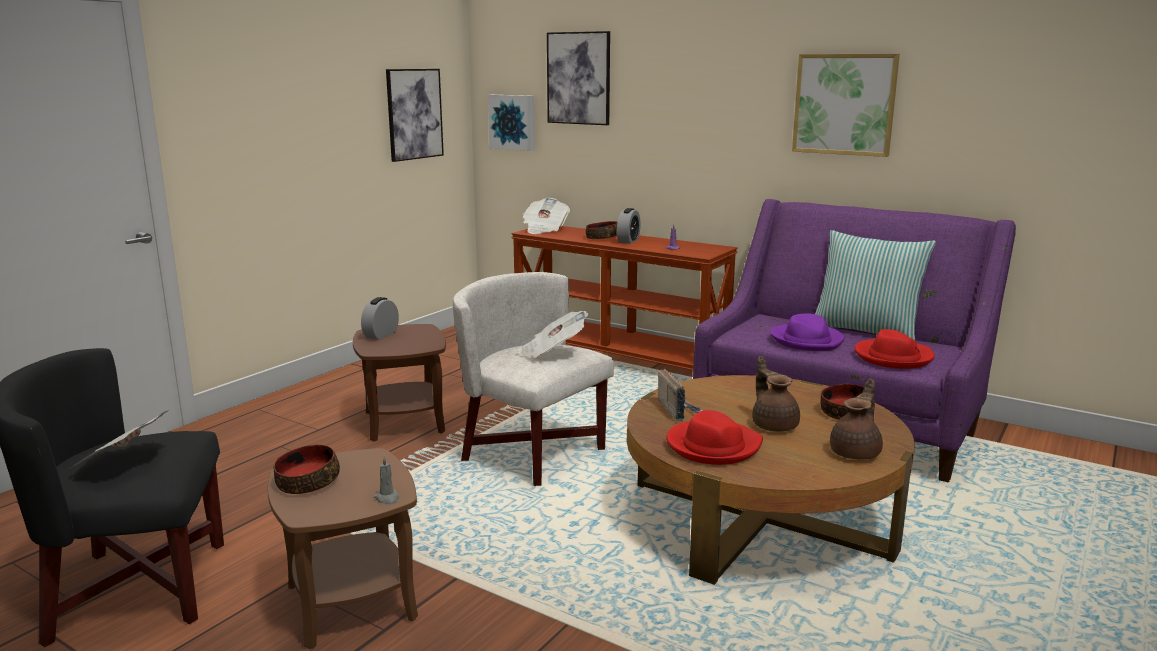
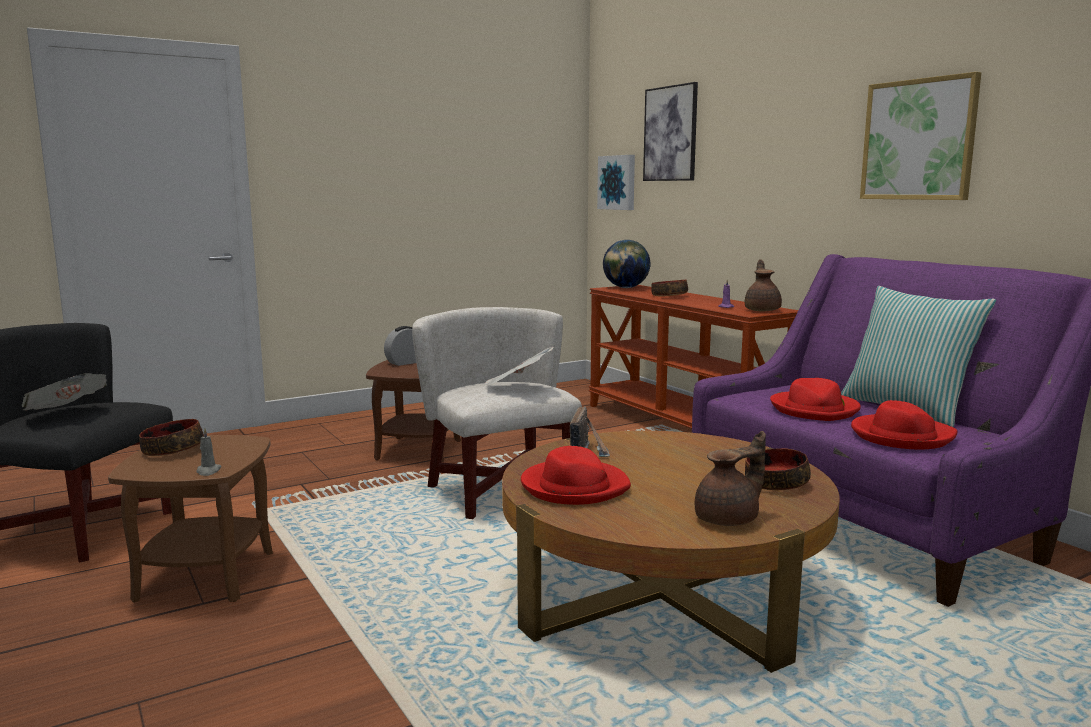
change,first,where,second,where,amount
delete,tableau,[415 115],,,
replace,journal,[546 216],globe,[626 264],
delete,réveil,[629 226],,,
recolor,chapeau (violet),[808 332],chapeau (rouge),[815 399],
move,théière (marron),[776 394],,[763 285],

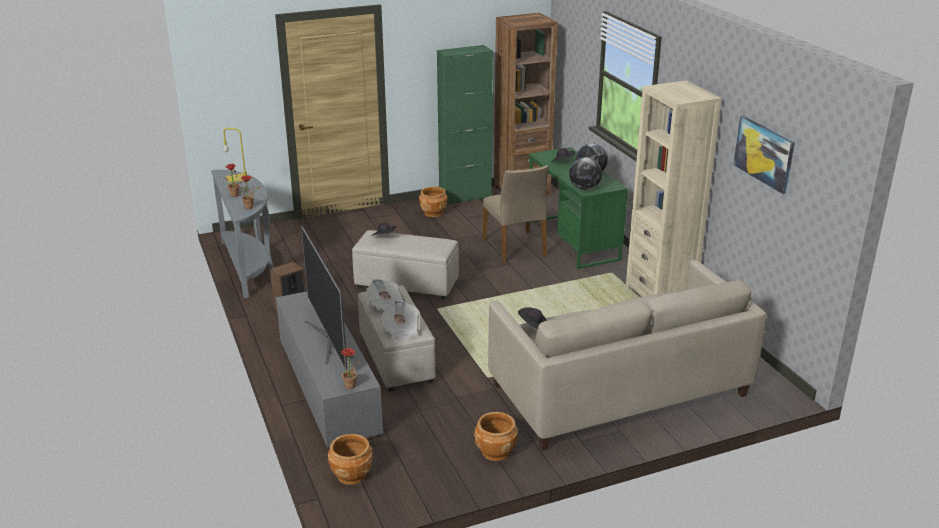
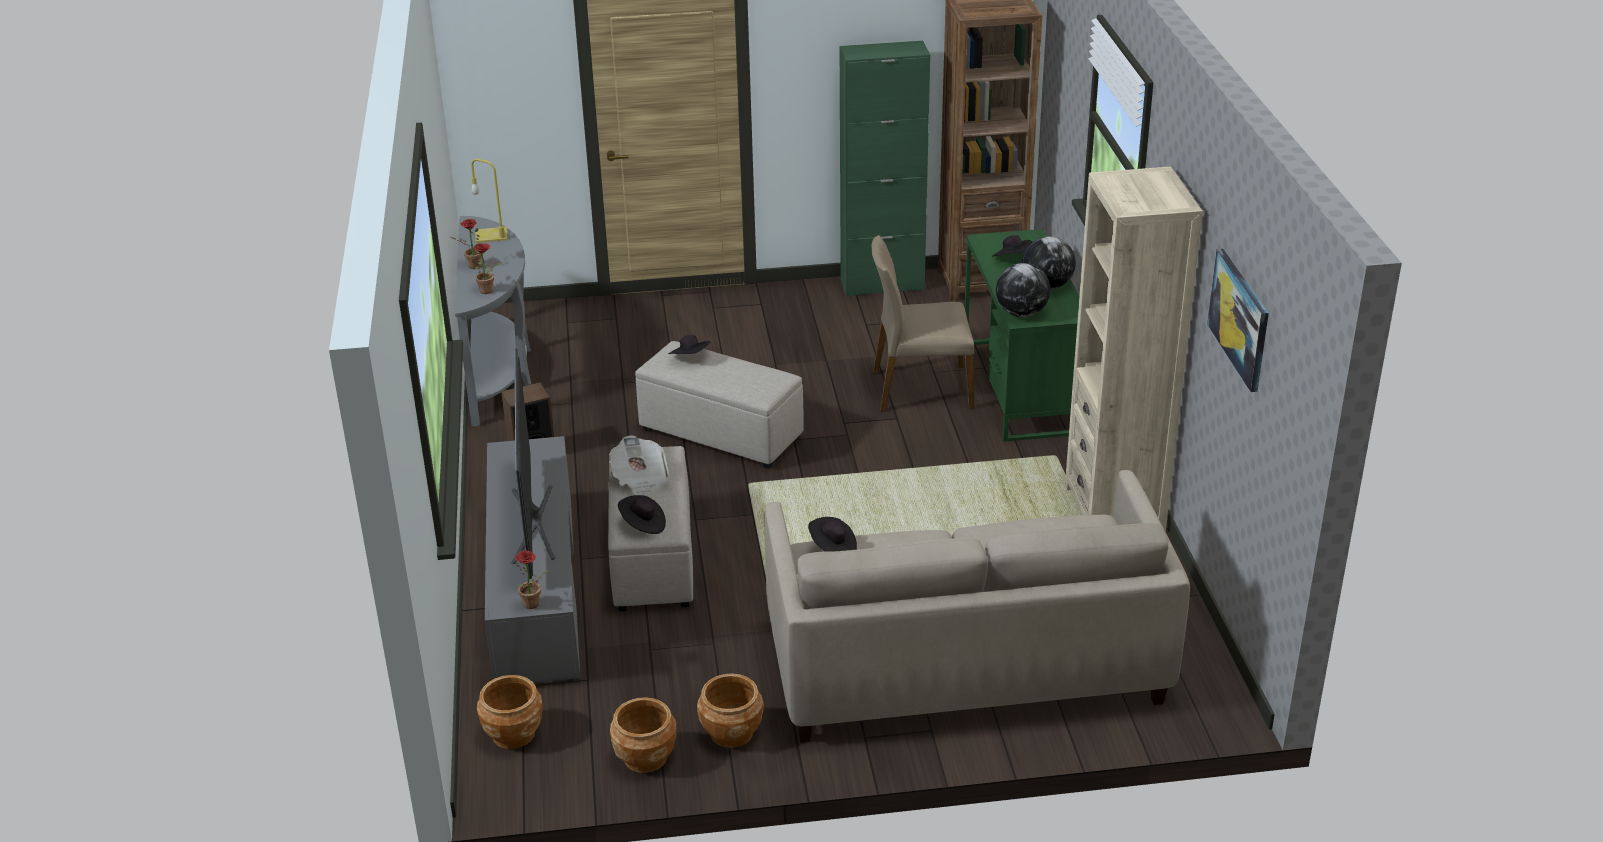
change,first,where,second,where,amount
rotate,chaise (beige),[515 214],,[923 323],90 degrees clockwise
move,cache-pot (marron),[433 202],,[643 735],
replace,journal,[400 321],chapeau (noir),[642 514],

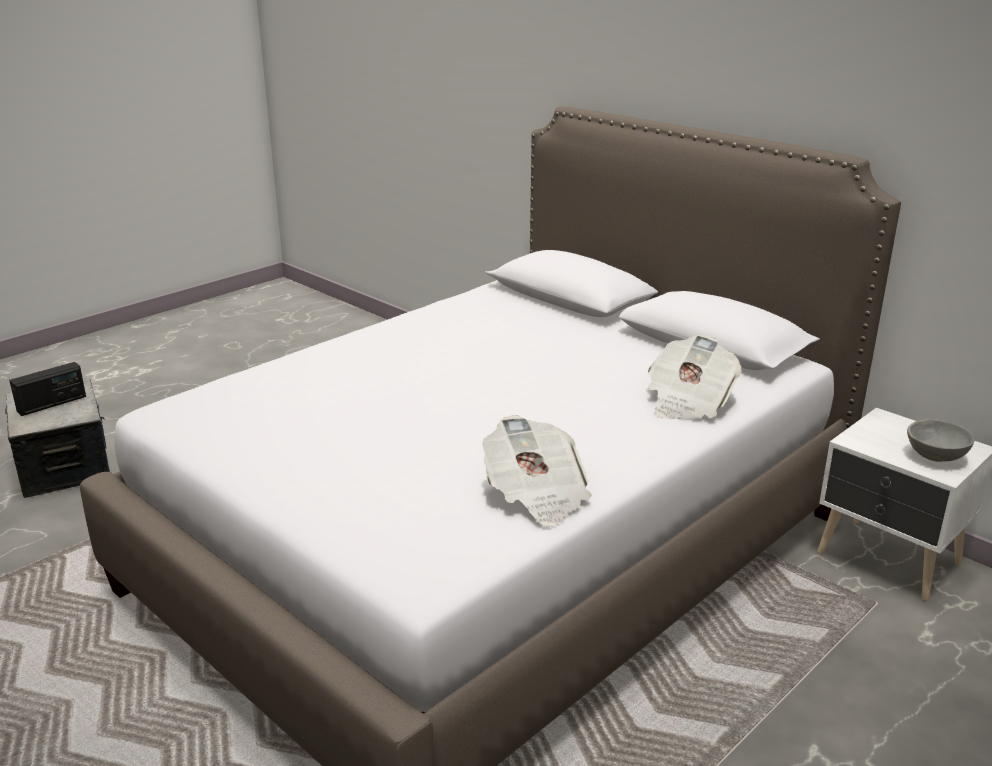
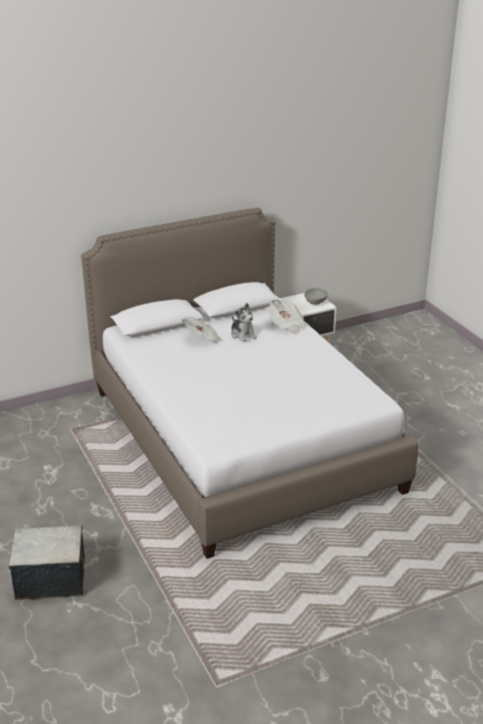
change,first,where,second,where,amount
delete,radio,[47 389],,,
move,journal,[537 471],,[202 329],
insert,,,peluche,[244 322],

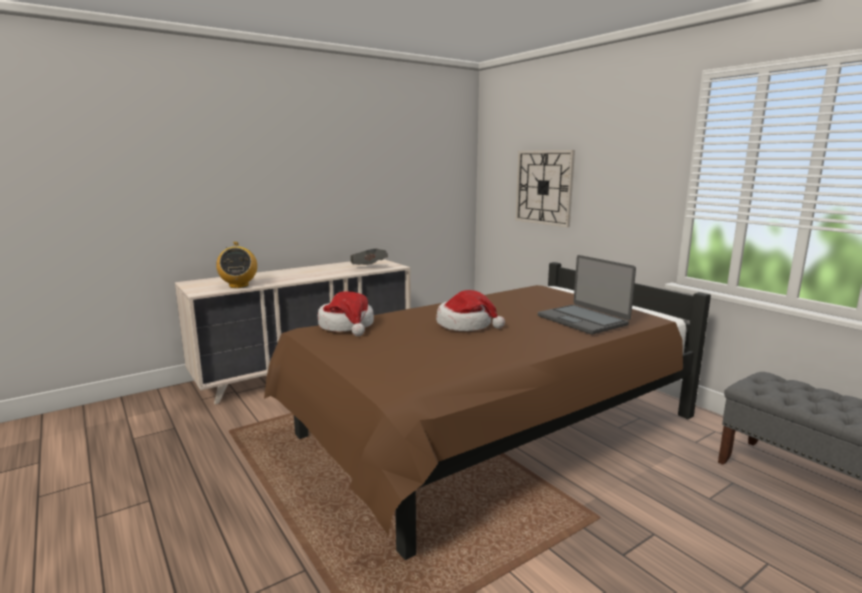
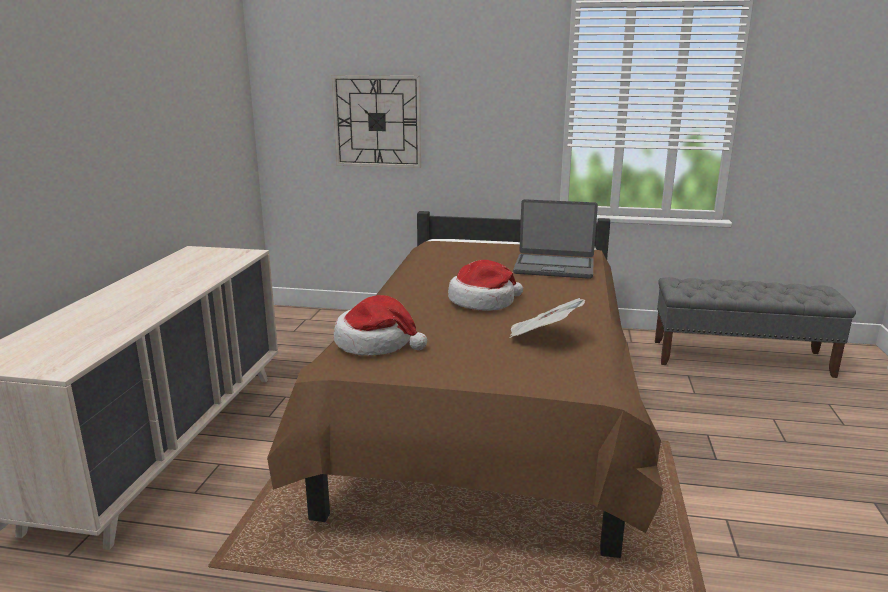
change,first,where,second,where,amount
delete,radio,[236 265],,,
move,journal,[369 257],,[547 318],

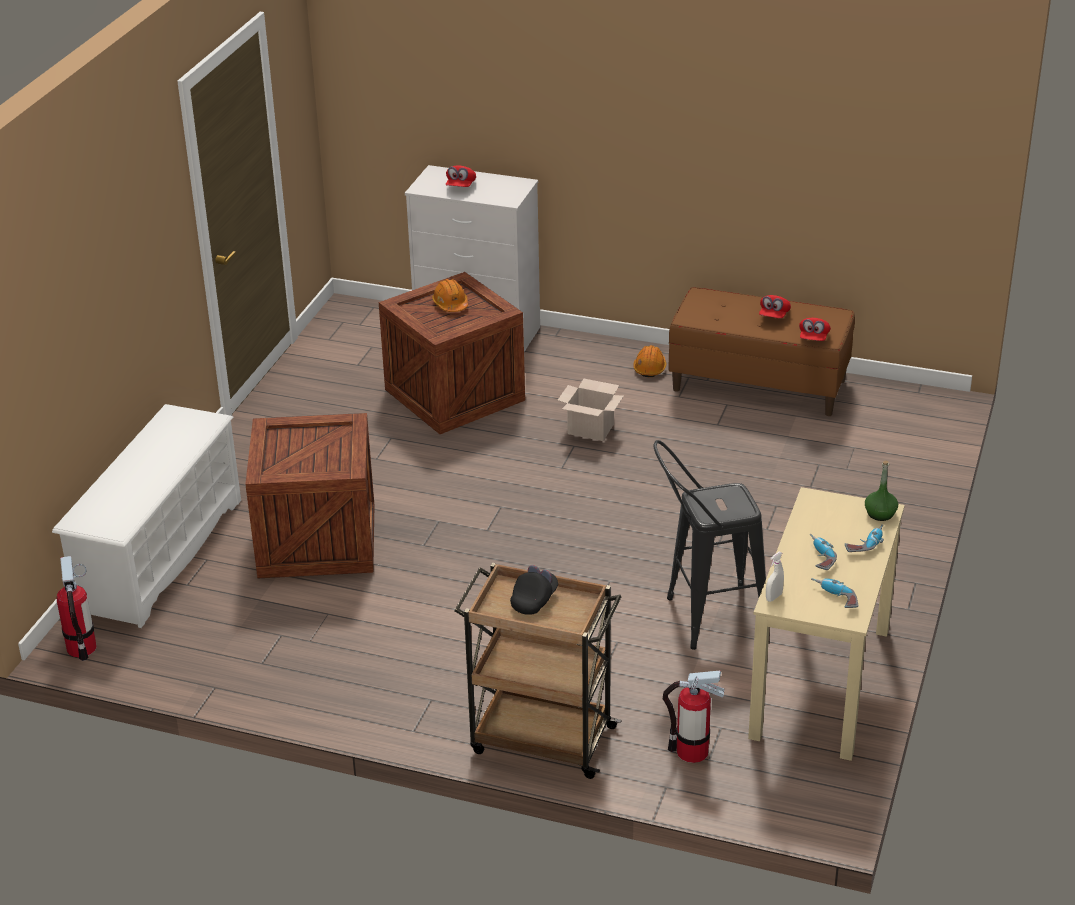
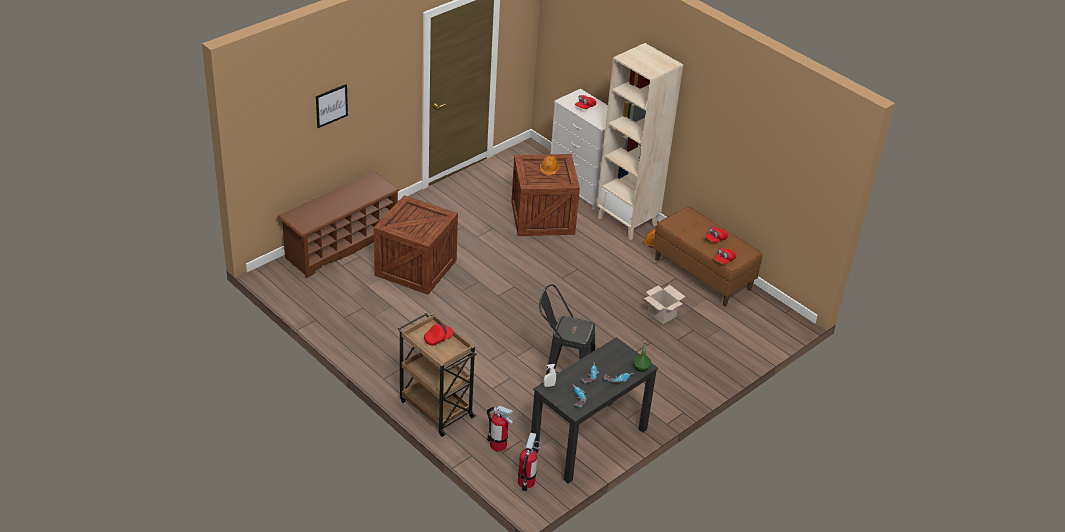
change,first,where,second,where,amount
move,carton,[591 410],,[664 304],
recolor,étagère à chaussures (blanc),[146 516],étagère à chaussures (marron),[339 225],
recolor,bureau (beige),[826 624],bureau (noir),[594 410],
move,extincteur,[77 608],,[529 462],
recolor,casquette (noir),[534 590],casquette (rouge),[438 334],
insert,,,bibliothèque (beige),[640 141],
insert,,,tableau,[332 106],

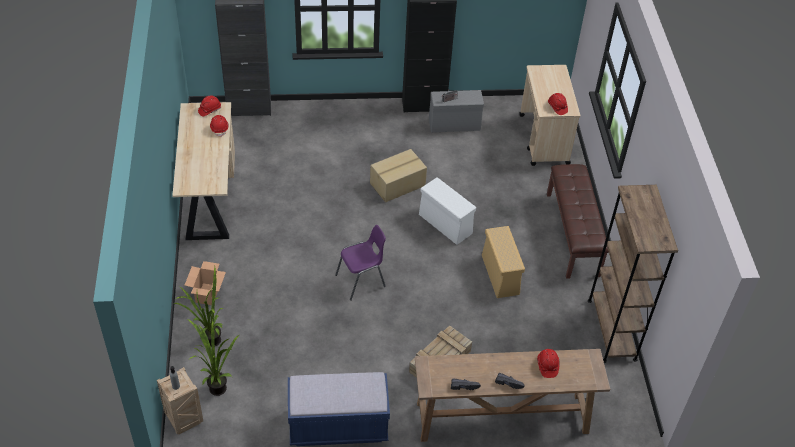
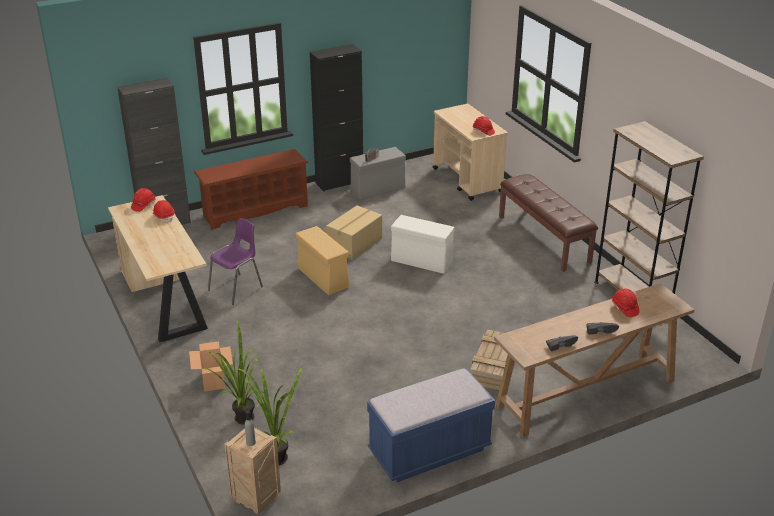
change,first,where,second,where,amount
move,chaise (violet),[360 263],,[235 261],
move,boîte de rangement (beige),[503 262],,[322 260],
insert,,,étagère à chaussures (marron),[251 189],

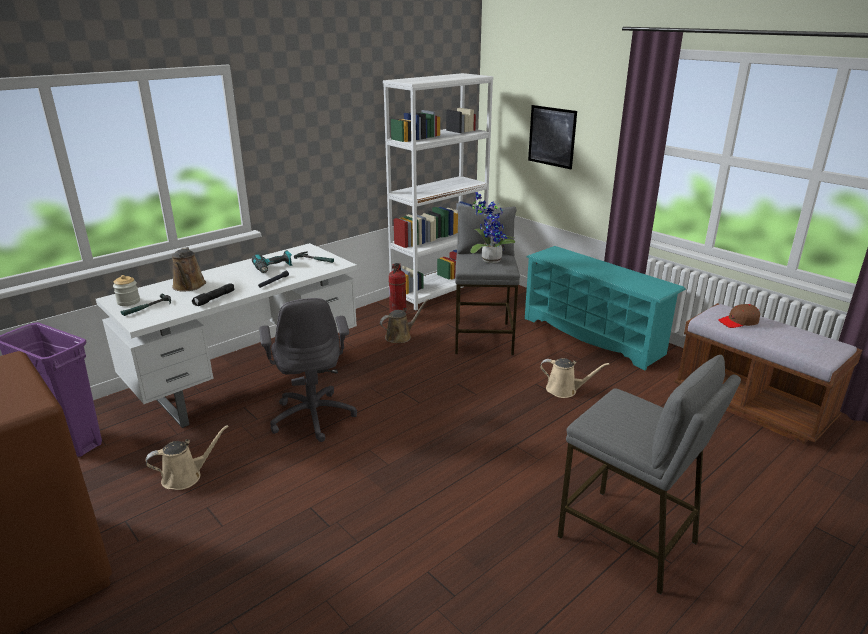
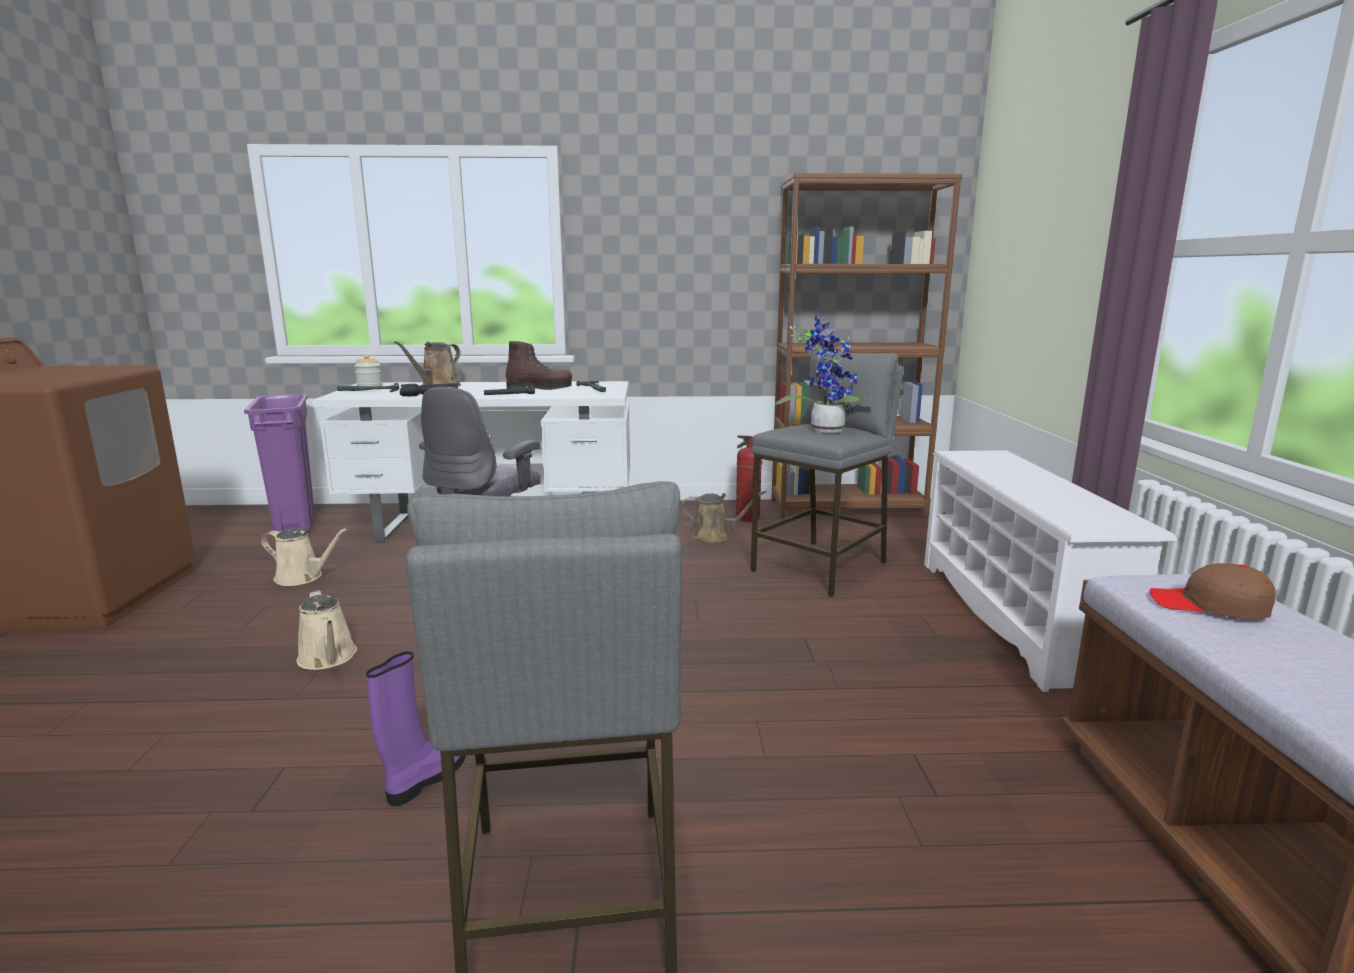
change,first,where,second,where,amount
recolor,bibliothèque (blanc),[438 191],bibliothèque (marron),[866 345],
delete,tableau,[552 137],,,
recolor,étagère à chaussures (turquoise),[605 308],étagère à chaussures (blanc),[1051 571],
replace,perceuse,[272 261],botte (marron),[539 365],
move,arrosoir (beige),[574 378],,[327 630],
insert,,,botte (violet),[416 728],

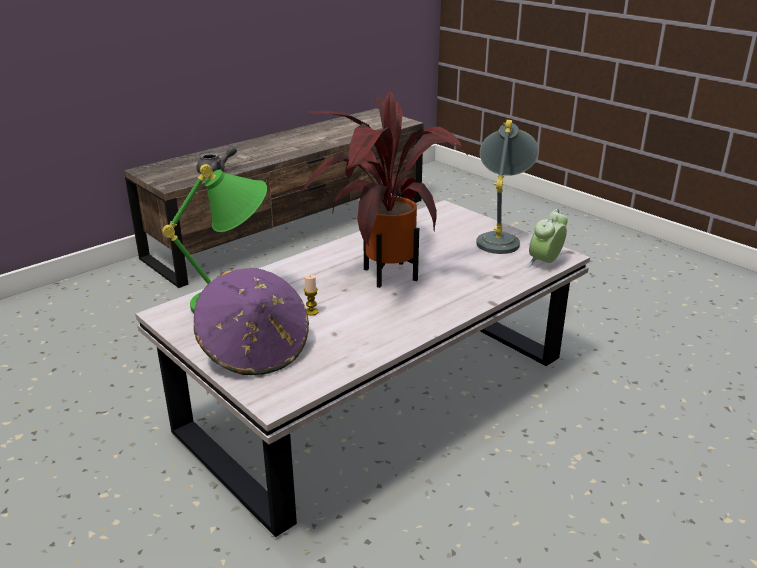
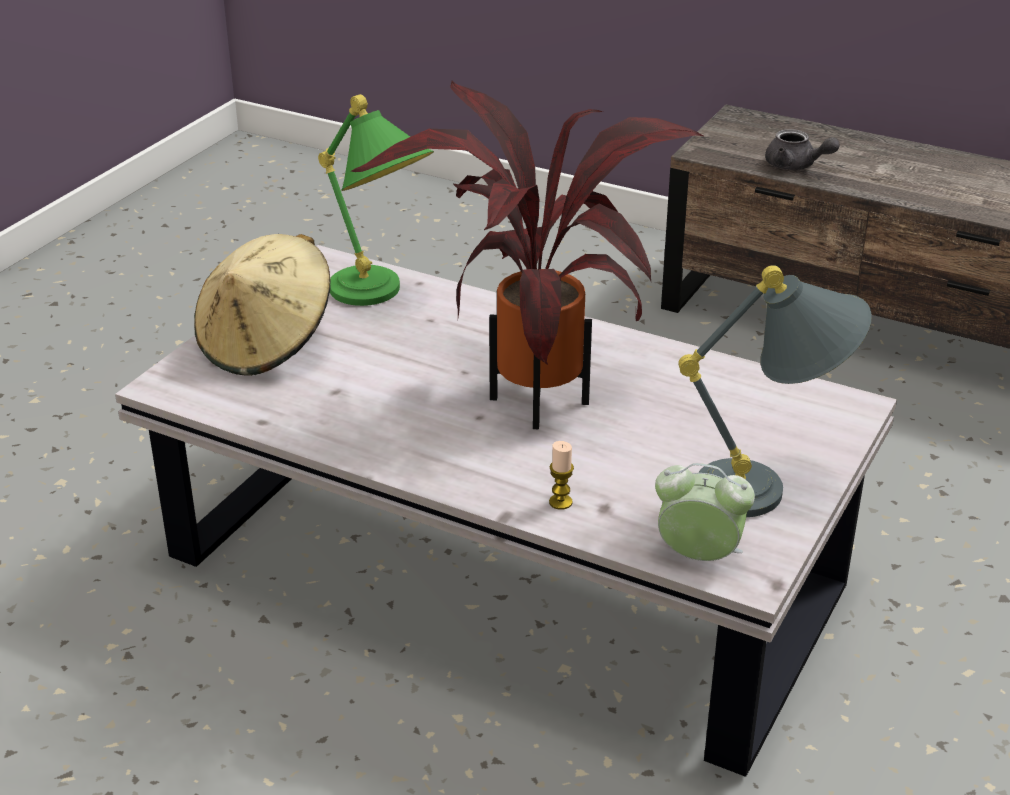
change,first,where,second,where,amount
recolor,chapeau (violet),[251 321],chapeau (beige),[262 305],
move,bougie,[311 295],,[561 475],

